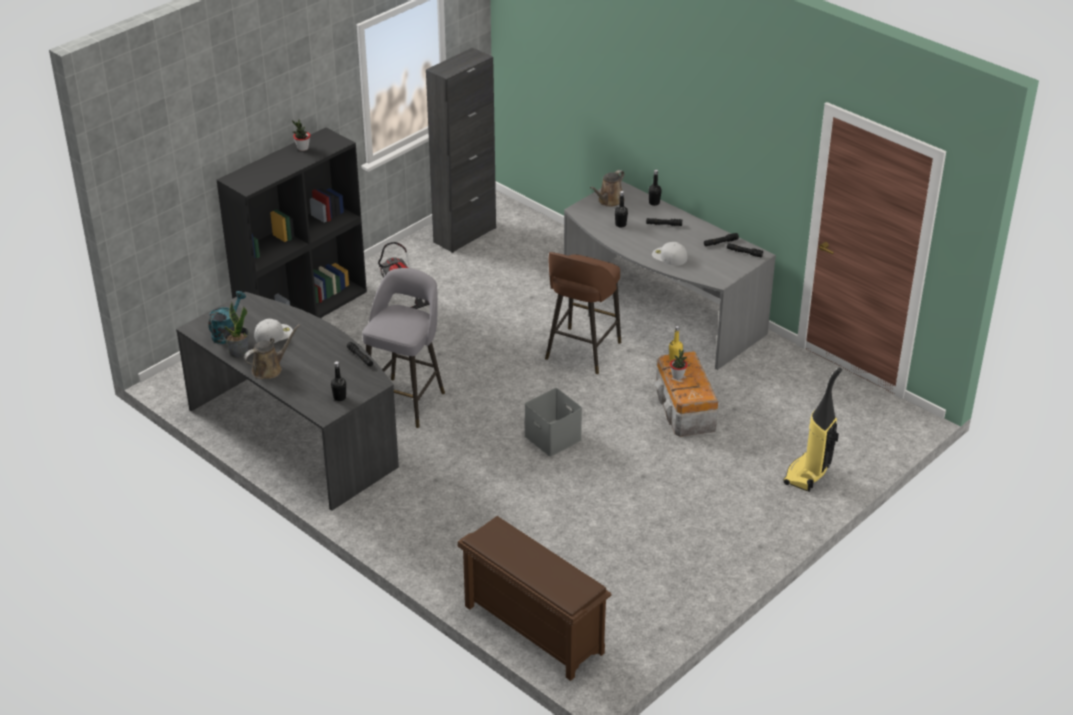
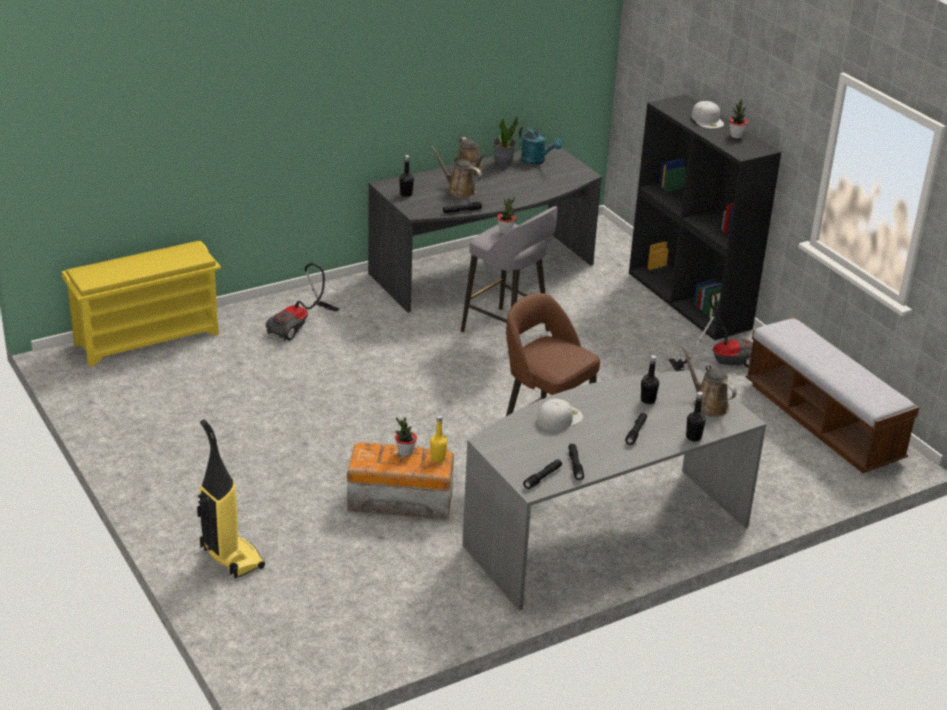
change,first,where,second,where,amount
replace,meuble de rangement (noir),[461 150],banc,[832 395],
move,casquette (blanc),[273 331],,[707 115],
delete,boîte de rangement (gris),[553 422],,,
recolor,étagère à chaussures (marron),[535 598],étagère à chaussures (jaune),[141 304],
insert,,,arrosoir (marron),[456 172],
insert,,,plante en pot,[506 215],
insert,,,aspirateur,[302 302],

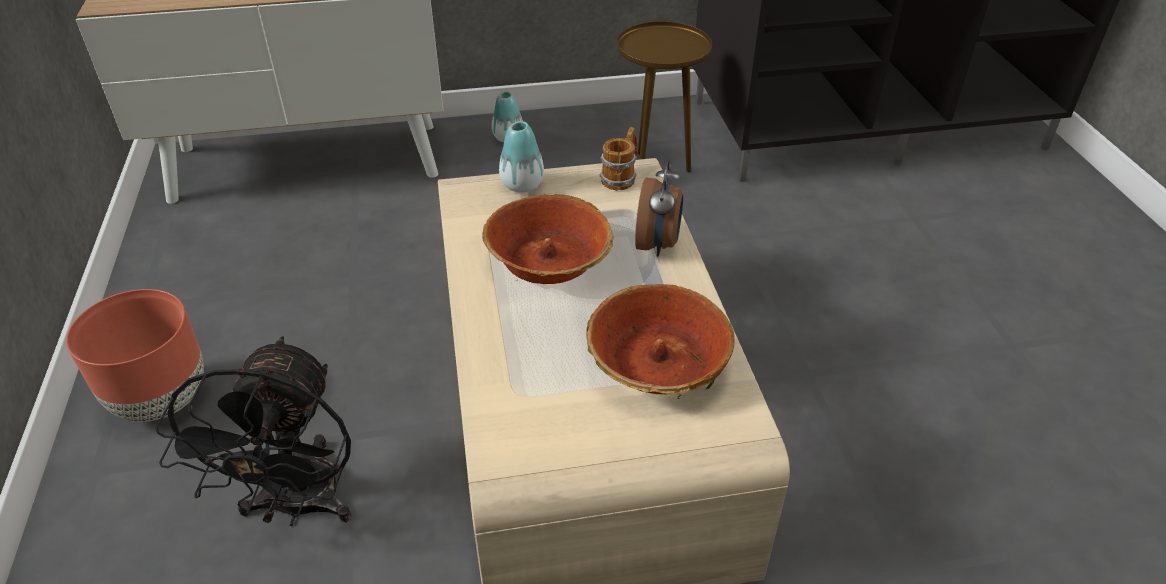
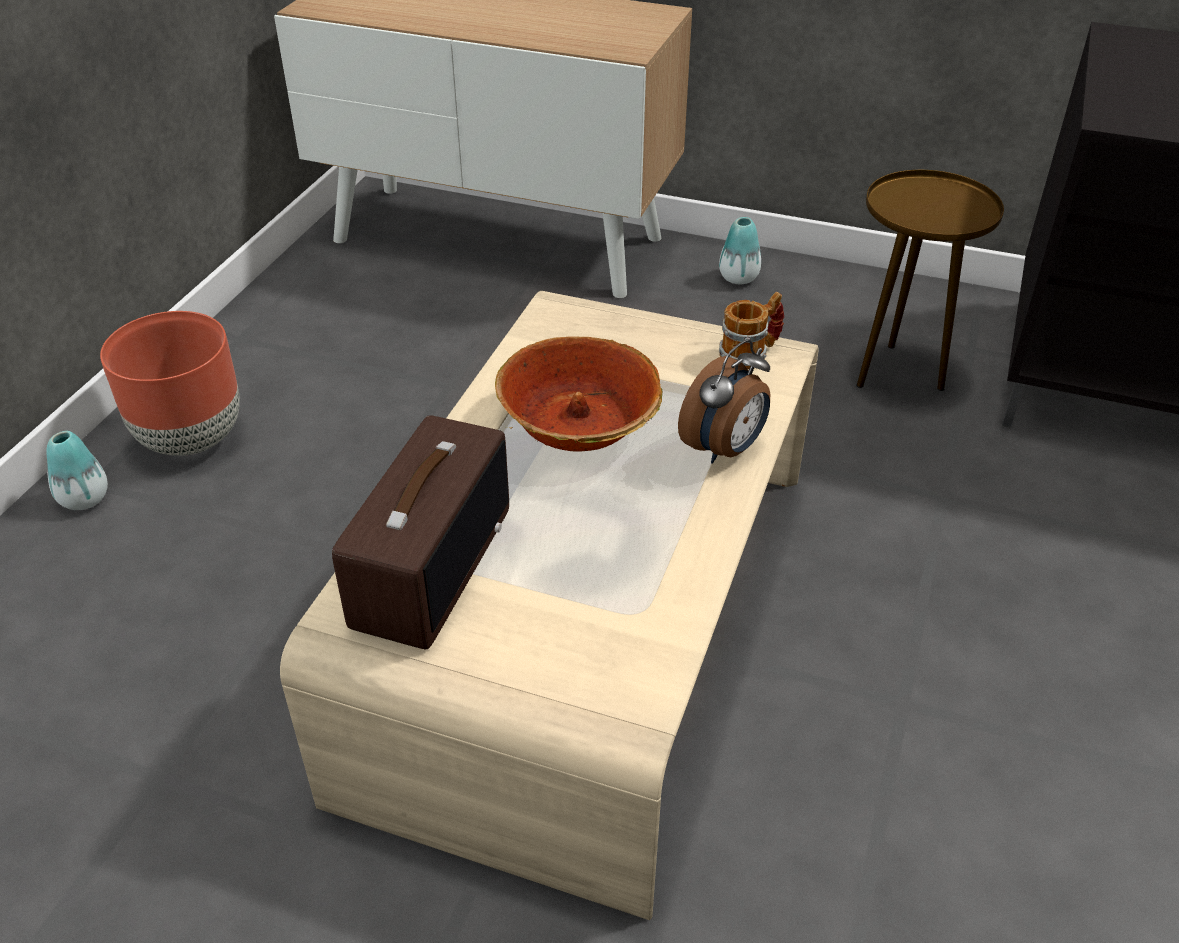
change,first,where,second,where,amount
move,vase,[521 157],,[77 470],
delete,bol,[660 341],,,
delete,ventilateur (noir),[253 431],,,
insert,,,radio,[420 532],

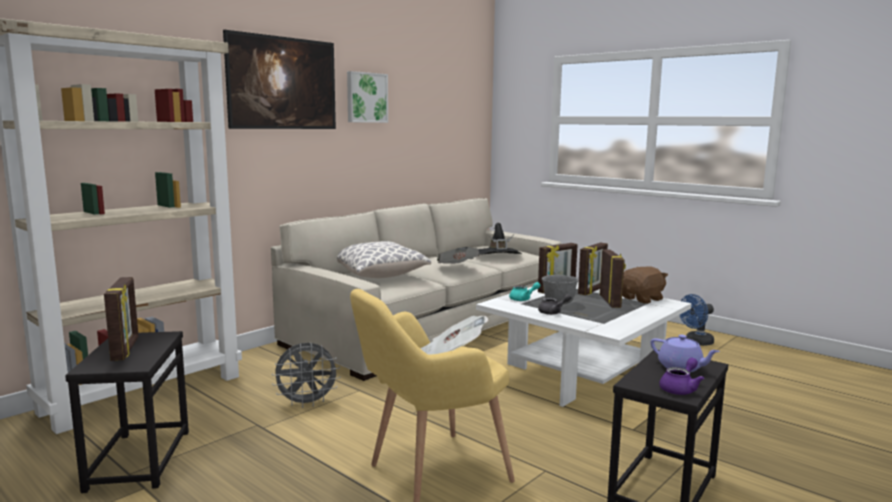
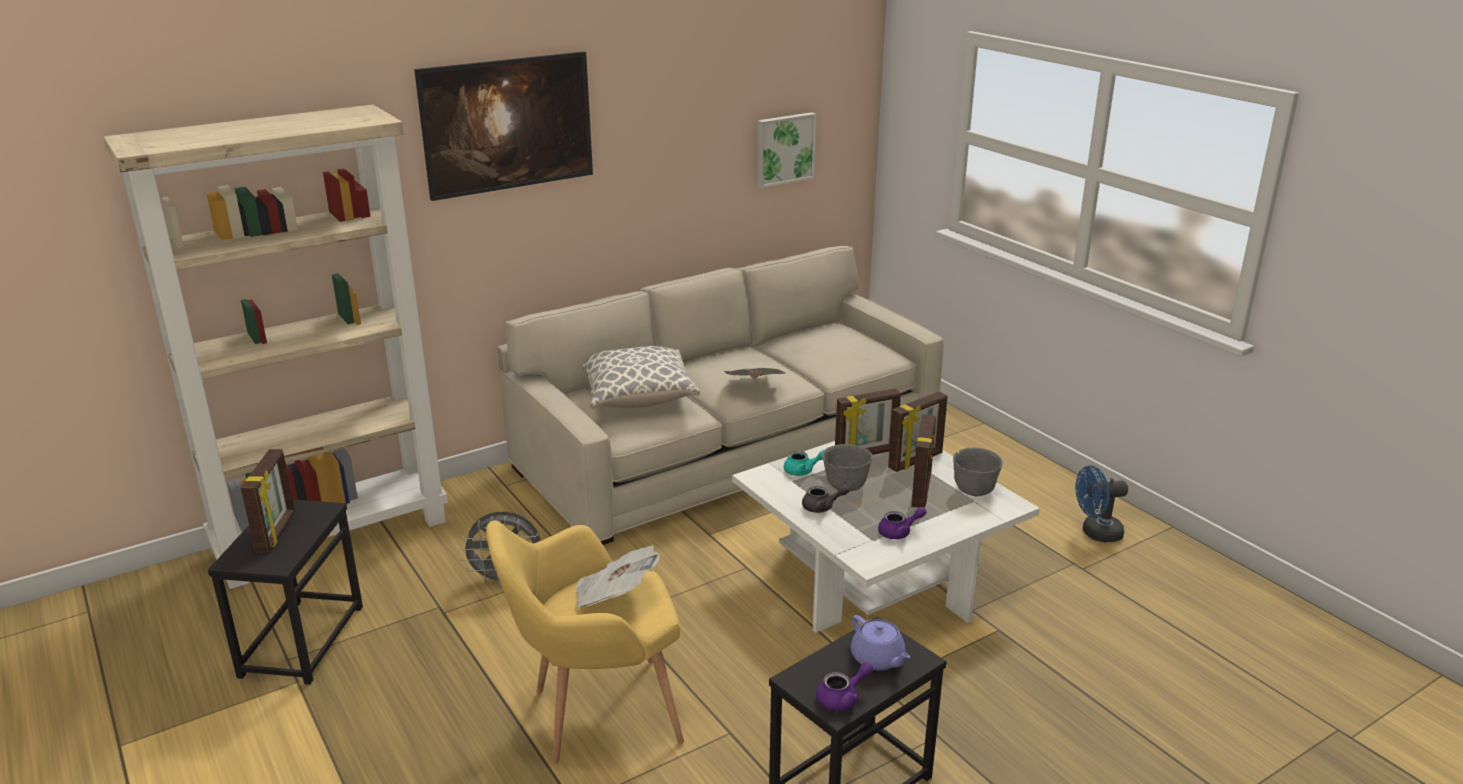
change,first,where,second,where,amount
move,tableau,[367 97],,[786 150],
delete,chapeau (noir),[500 238],,,
replace,peluche (marron),[645 285],bol (gris),[978 472],
insert,,,théière (violet),[902 523],

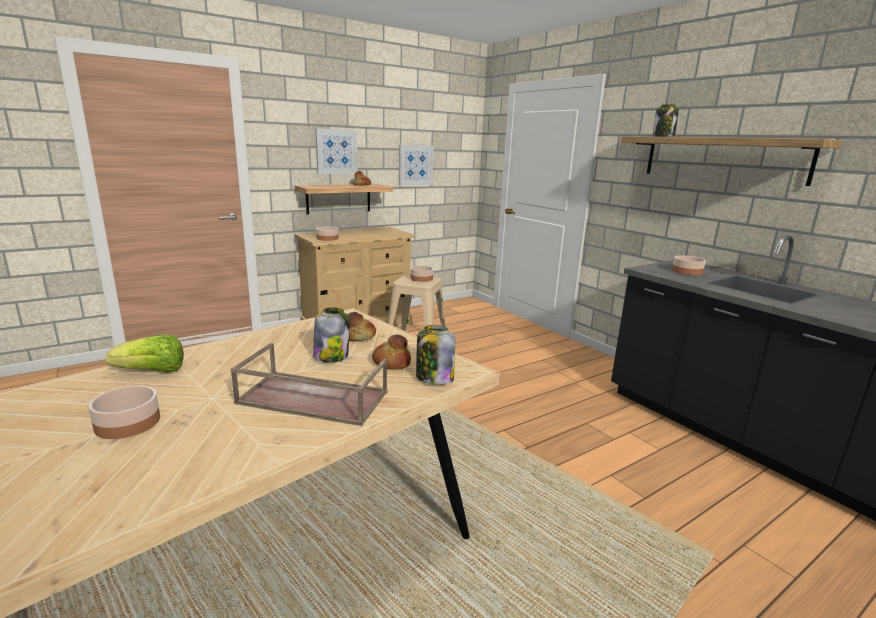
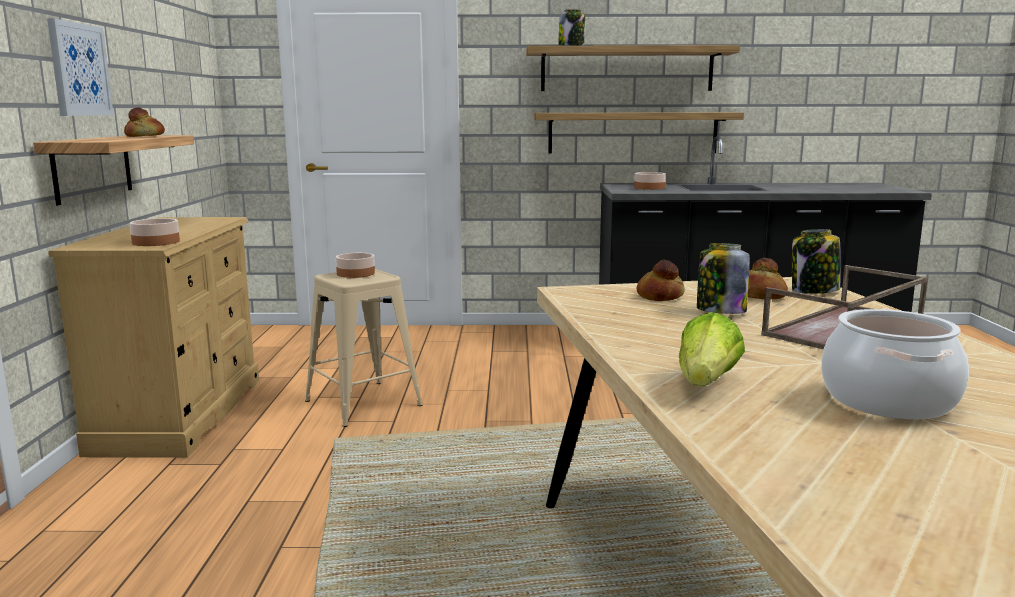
change,first,where,second,where,amount
delete,tableau,[416 165],,,
replace,bol,[124 412],marmite,[895 364],
insert,,,étagère,[639 133],

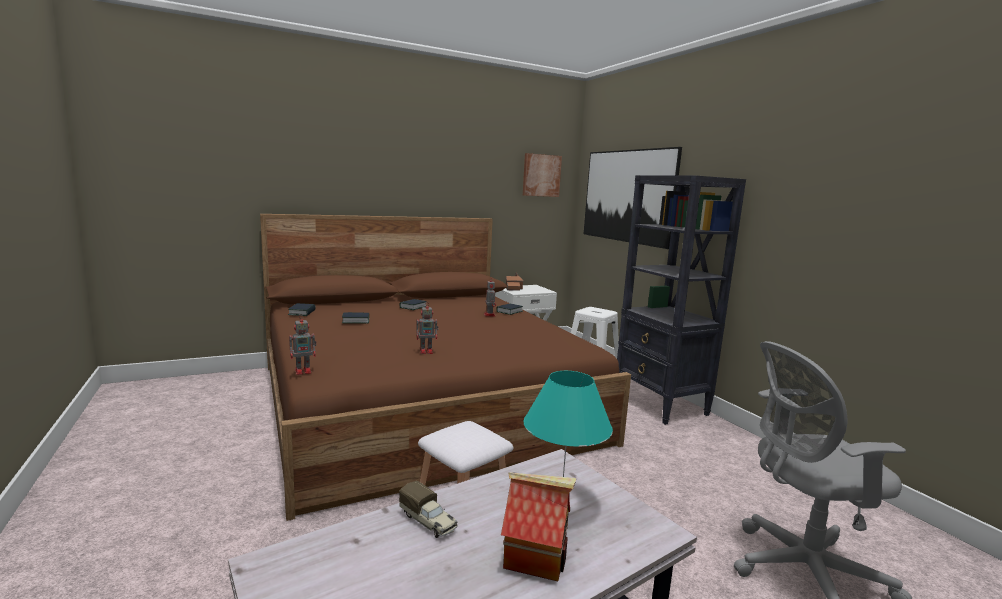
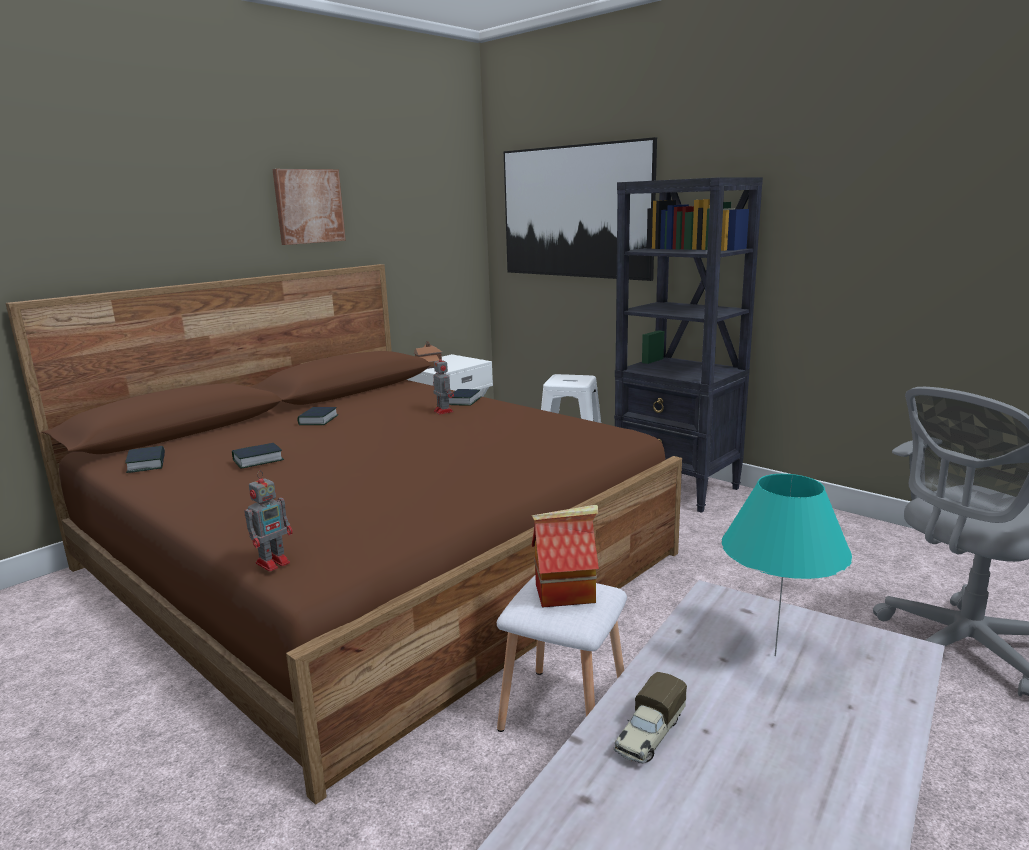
change,first,where,second,where,amount
move,tableau,[542 175],,[309 207],
delete,robot jouet,[427 328],,,
move,maison miniature,[538 526],,[565 556],
rotate,camion jouet,[428 509],,[650 717],105 degrees clockwise

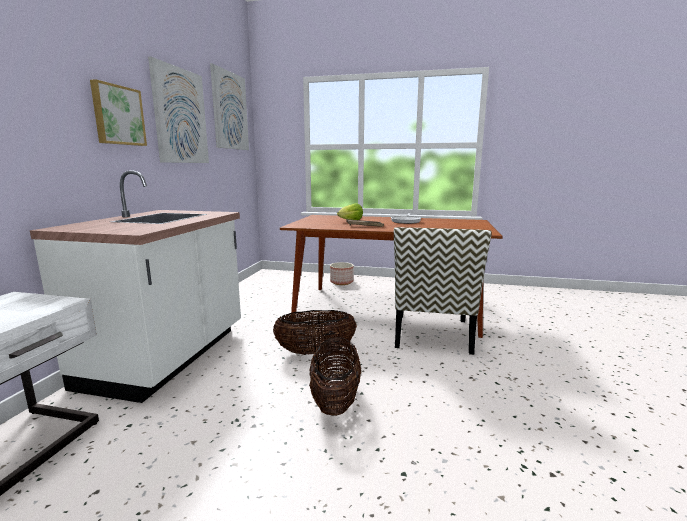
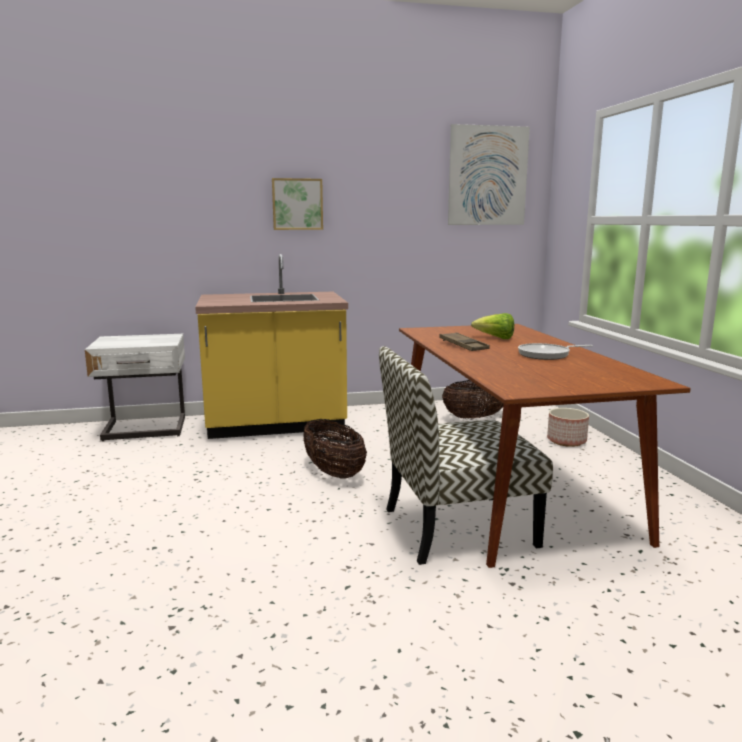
change,first,where,second,where,amount
delete,tableau,[178 109],,,
recolor,comptoir de cuisine (blanc),[135 286],comptoir de cuisine (jaune),[271 346],
move,panier,[335 376],,[473 399],

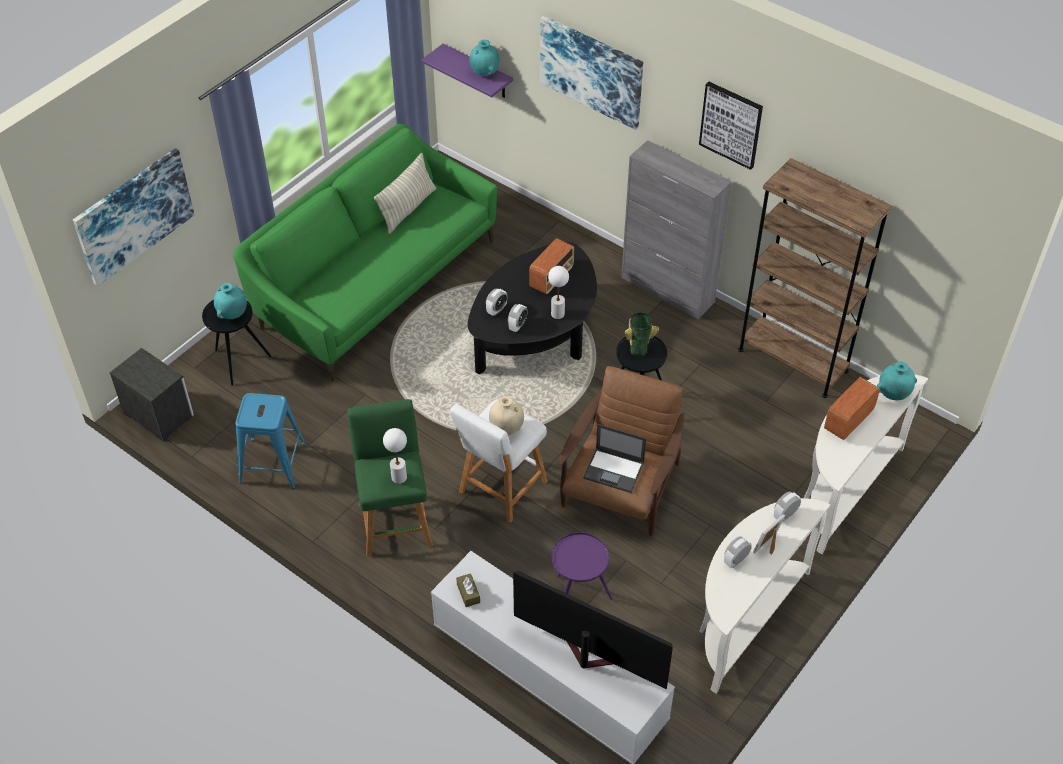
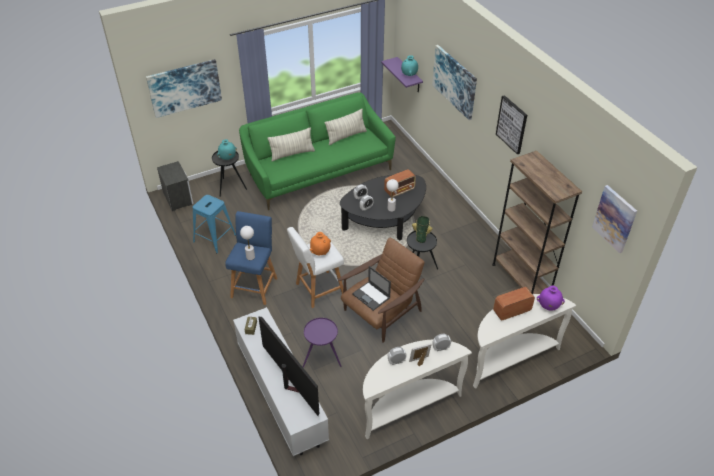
change,first,where,second,where,amount
delete,meuble de rangement (gris),[676 229],,,
recolor,vase (turquoise),[897 381],vase (violet),[551 298],
recolor,vase (beige),[506 416],vase (orange),[320 243],
recolor,tabouret (vert),[390 477],tabouret (bleu),[251 258],
insert,,,coussin,[291 144],
insert,,,tableau,[614 219],

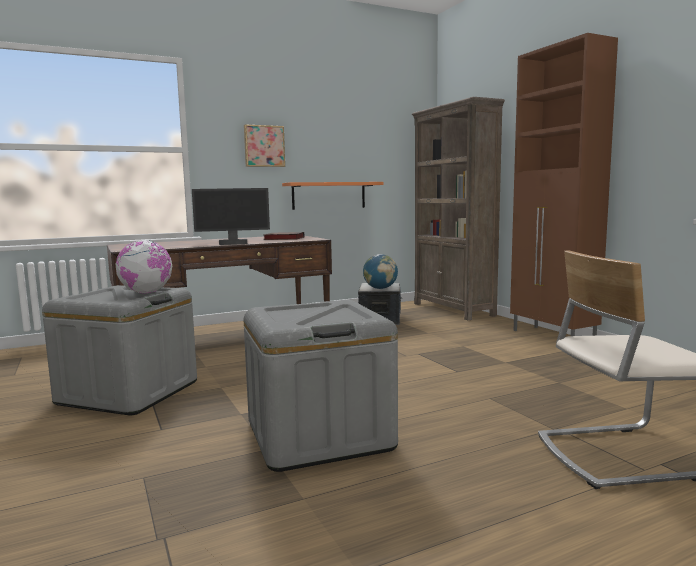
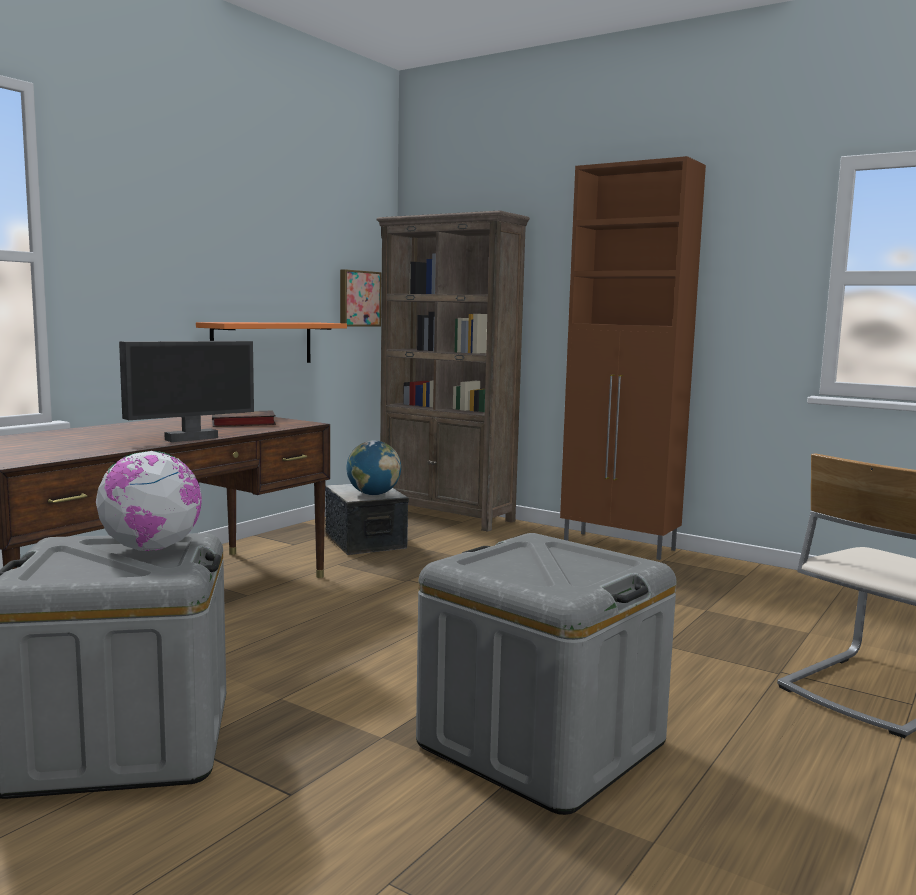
change,first,where,second,where,amount
move,tableau,[264 145],,[360 298],

